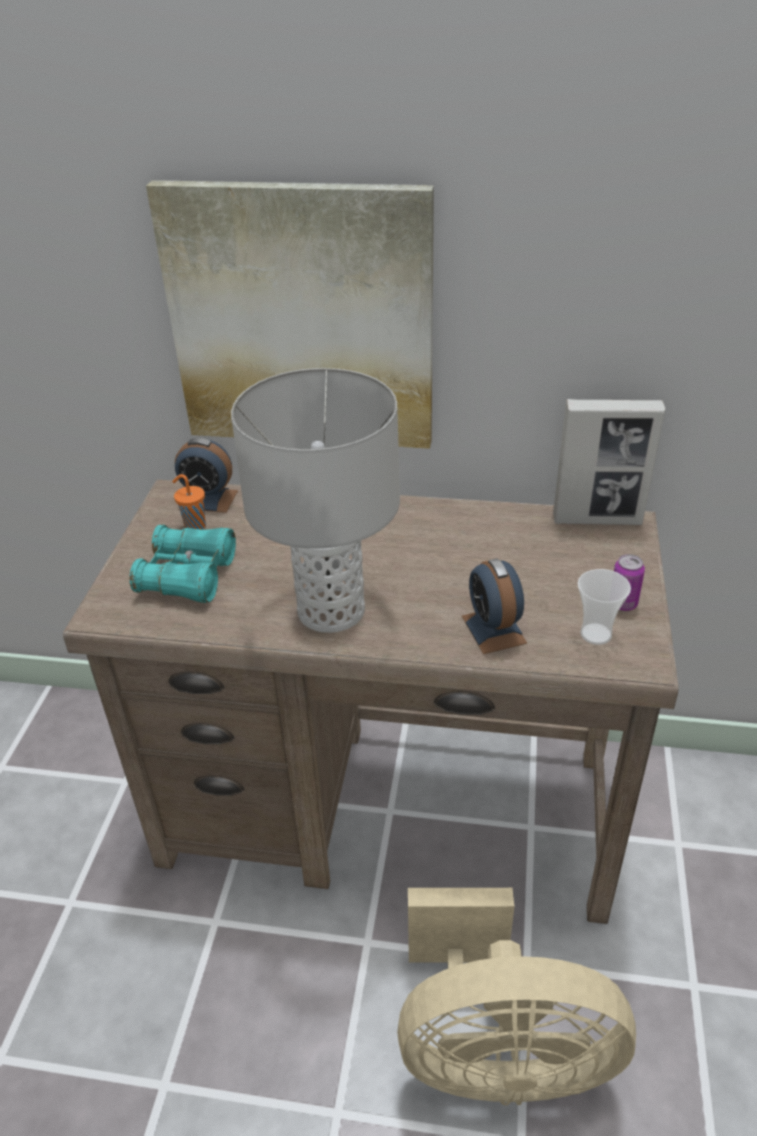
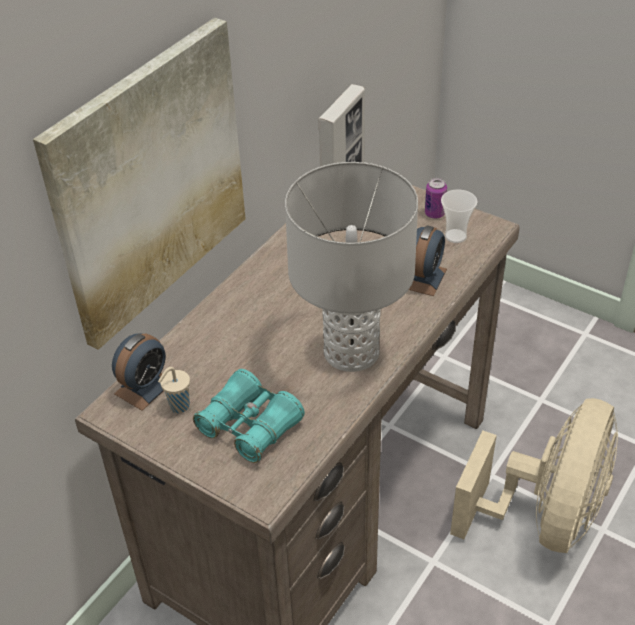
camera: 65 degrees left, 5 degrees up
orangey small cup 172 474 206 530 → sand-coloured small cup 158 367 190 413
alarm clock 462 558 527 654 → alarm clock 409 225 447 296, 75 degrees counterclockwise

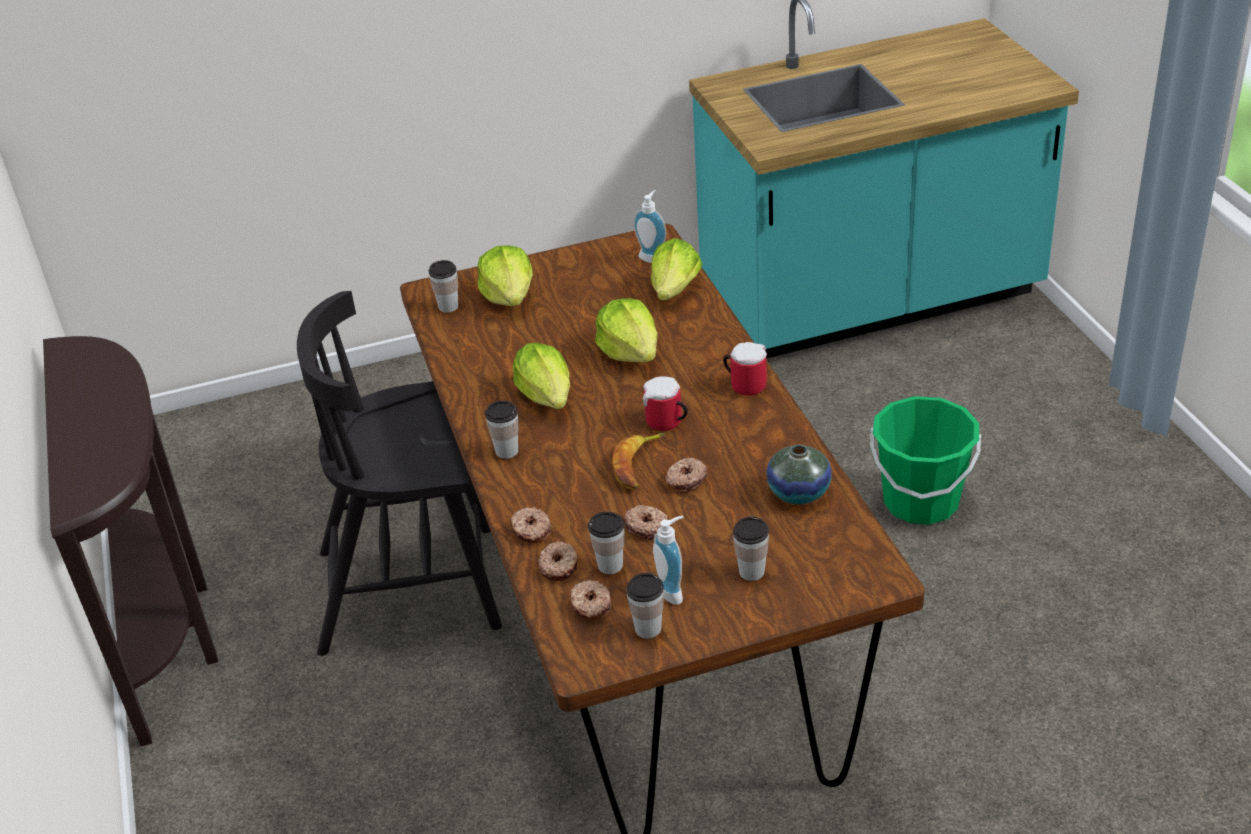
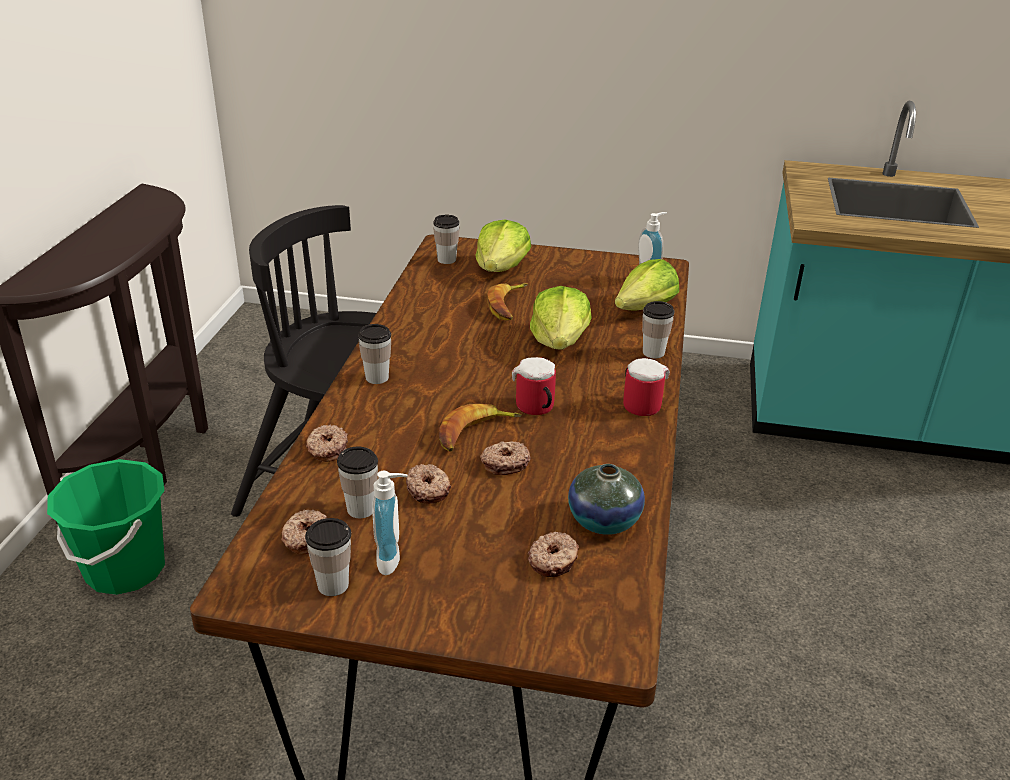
camera: 25 degrees right, 5 degrees down
lettuce 513 343 570 409 → -
donut 538 541 578 581 → donut 528 532 579 577, relocated
small cup 733 517 769 581 → small cup 642 301 675 358, relocated
green pail 870 396 981 525 → green pail 47 459 165 595, relocated
- → whole banana 487 283 528 320

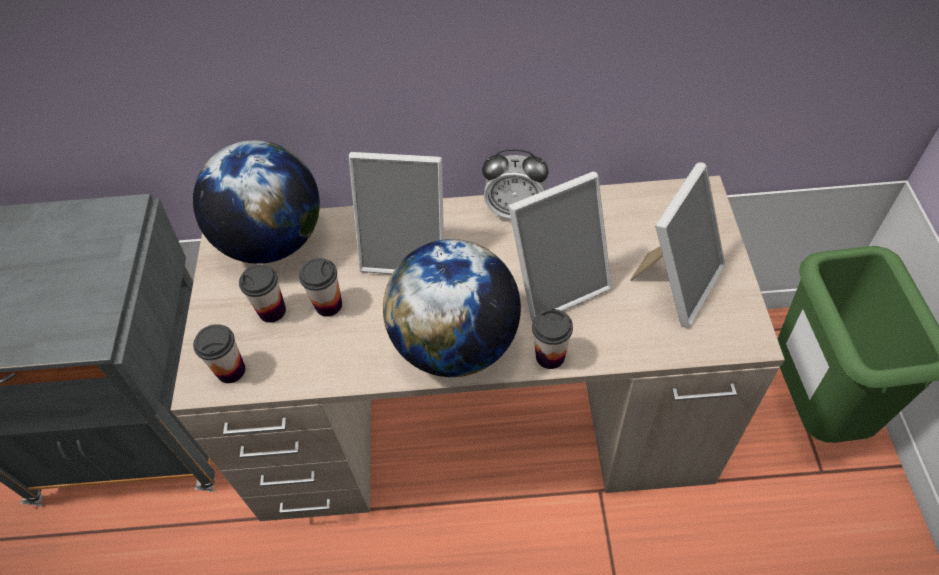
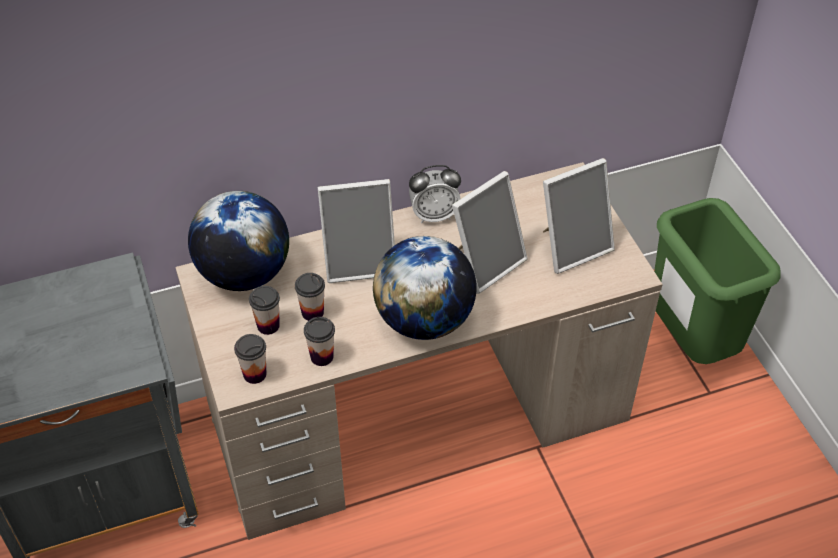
camera: 20 degrees left, 5 degrees down
small cup 532 309 573 369 → small cup 304 317 335 366, relocated
standing frame 630 162 725 328 → standing frame 543 158 615 274, 45 degrees clockwise

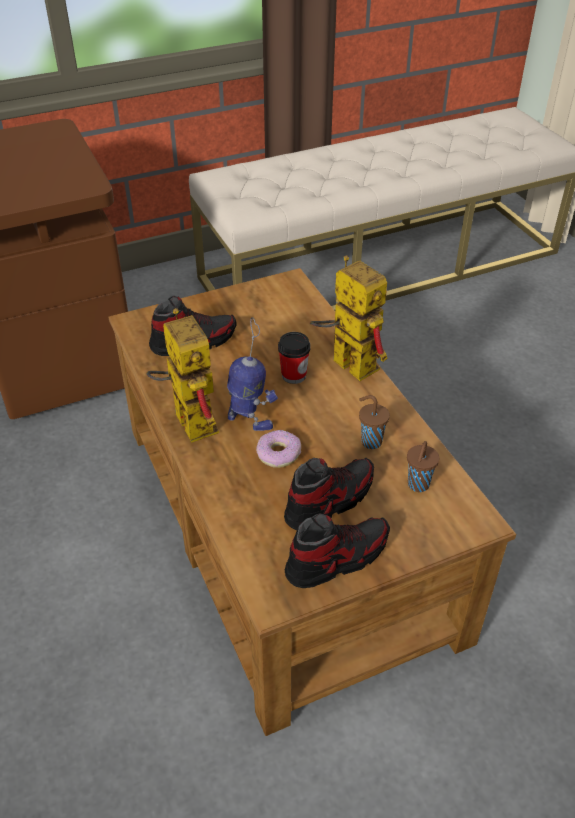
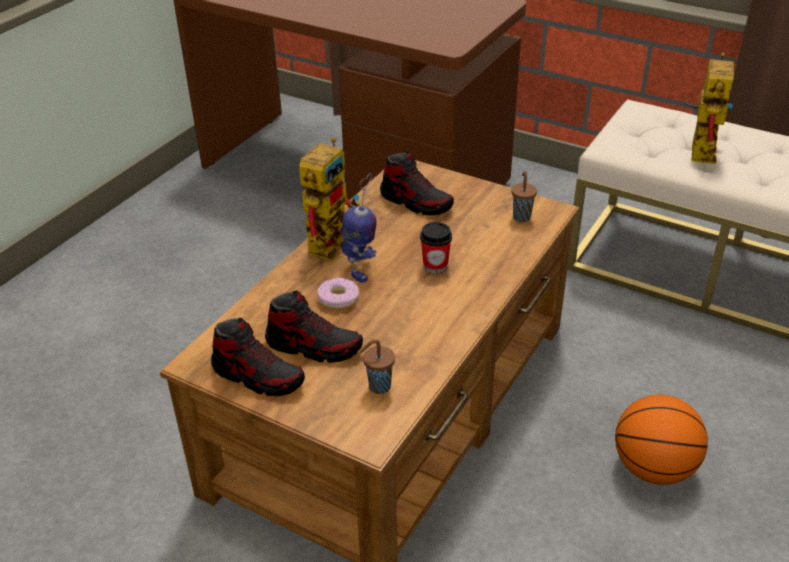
camera: 55 degrees right, 5 degrees down
robot figure 310 256 388 381 → robot figure 684 52 734 164, relocated
brown-coloured small cup 359 395 390 449 → brown-coloured small cup 511 171 537 222, relocated
- → basketball ball 615 395 708 485

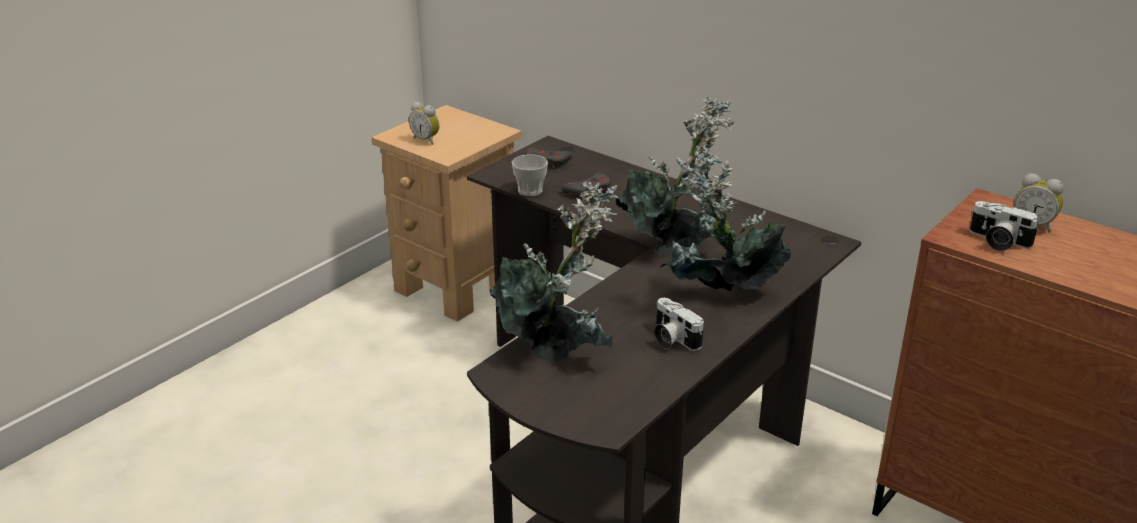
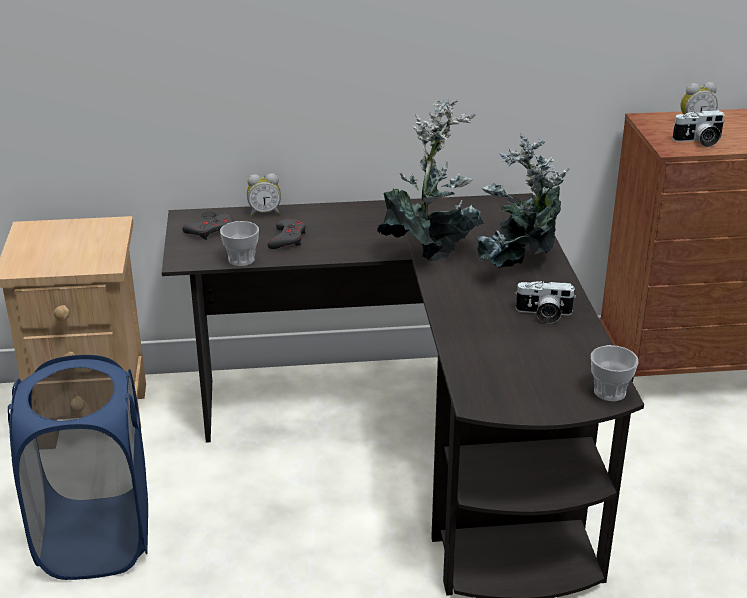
camera: 45 degrees left, 0 degrees up
alarm clock 409 102 439 145 → alarm clock 247 173 281 216, relocated
houseplant 490 181 618 363 → -
- → bluish washing basket 8 355 148 580
- → small cup 591 345 638 401

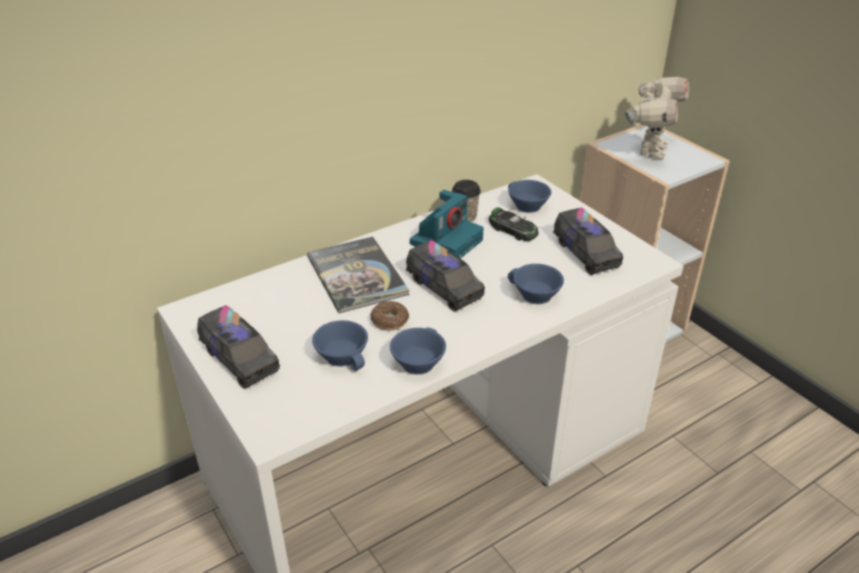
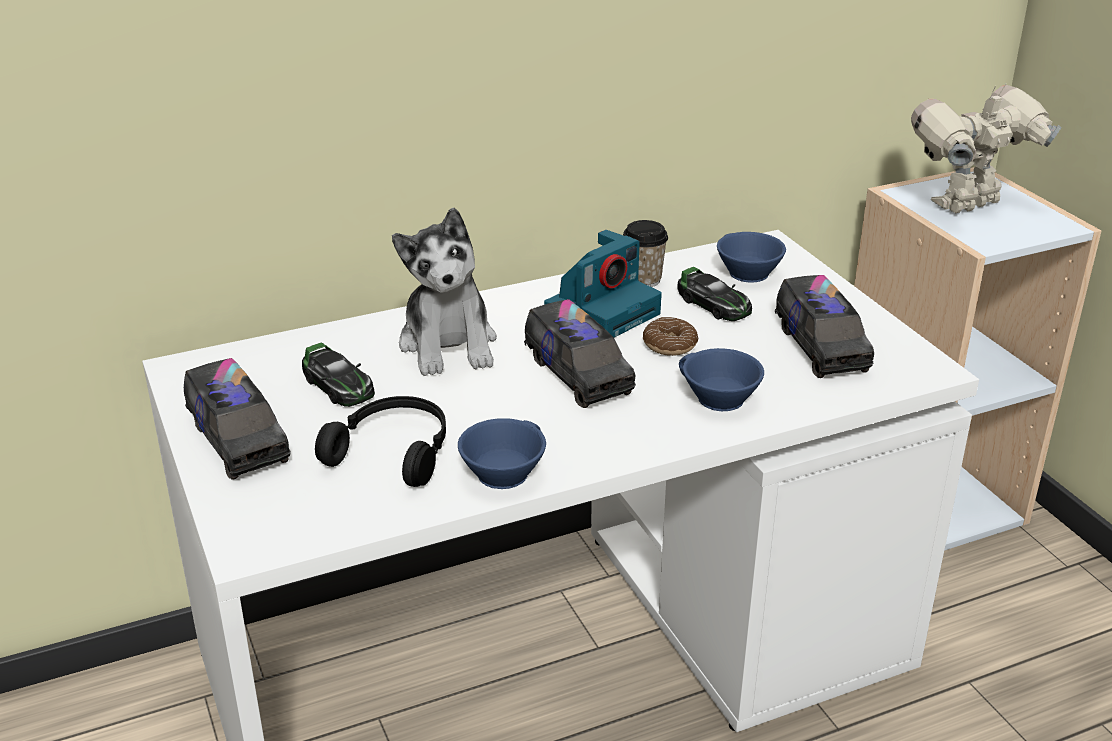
camera: 10 degrees right, 5 degrees down
book 307 237 410 313 → soft toy 392 208 497 376
bluish small cup 312 320 368 371 → black-coloured pair of headphones 315 396 446 487
donut 371 301 409 330 → donut 643 317 698 356, relocated
robot figure 625 73 689 159 → robot figure 911 84 1061 213, 150 degrees counterclockwise
- → toy car 302 343 375 407

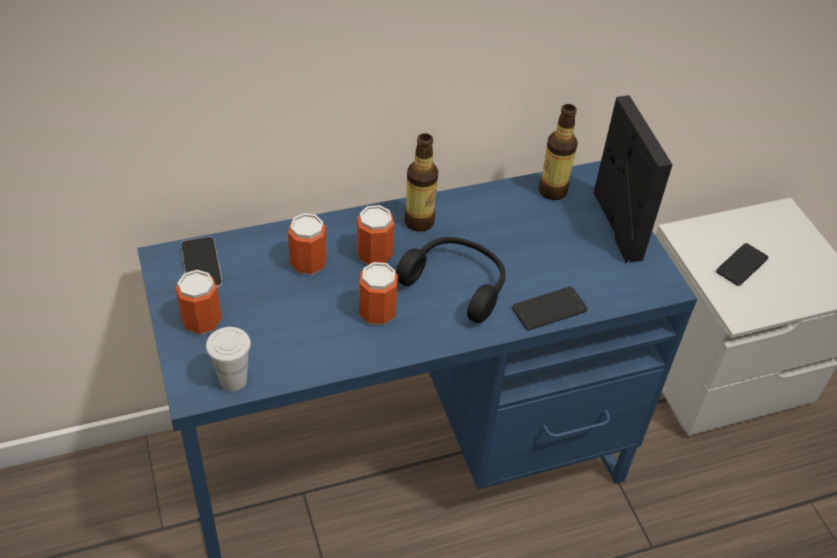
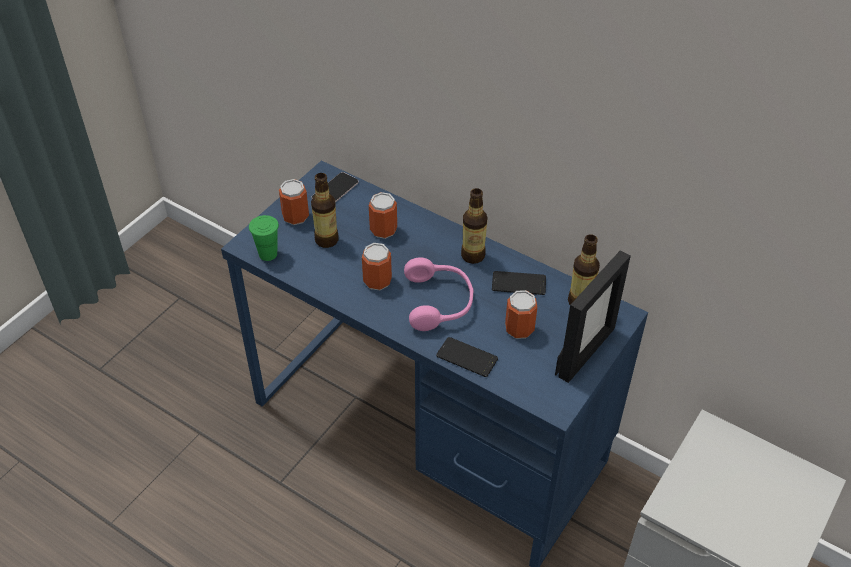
camera: 55 degrees right, 0 degrees up
white-coloured small cup 206 327 251 392 → green small cup 249 215 279 261
can 357 205 394 265 → can 505 290 537 339, relocated
black-coloured pair of headphones 396 237 506 323 → pink pair of headphones 404 257 474 331
handset 716 243 769 286 → handset 492 271 546 295, relocated
- → beverage bottle 311 173 339 248

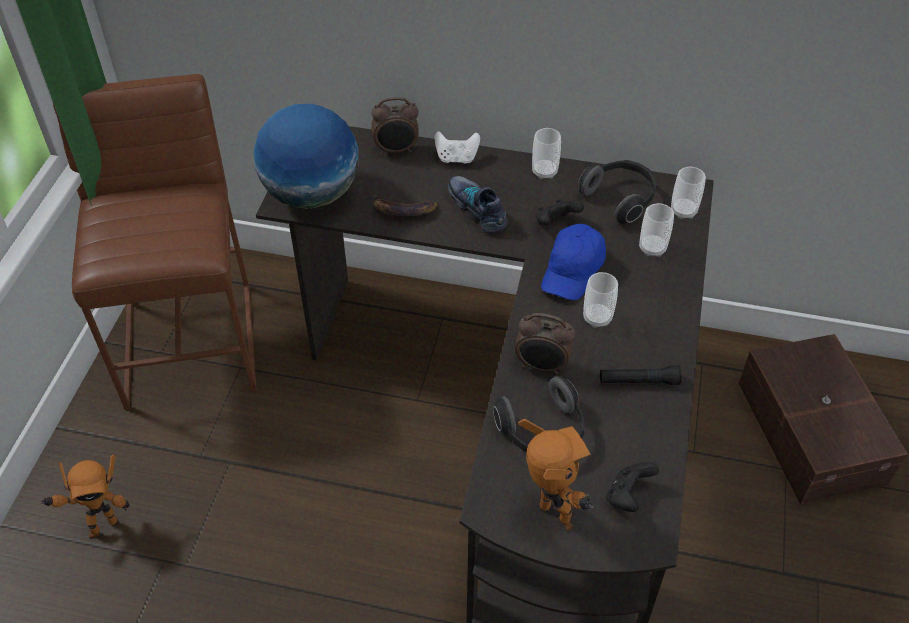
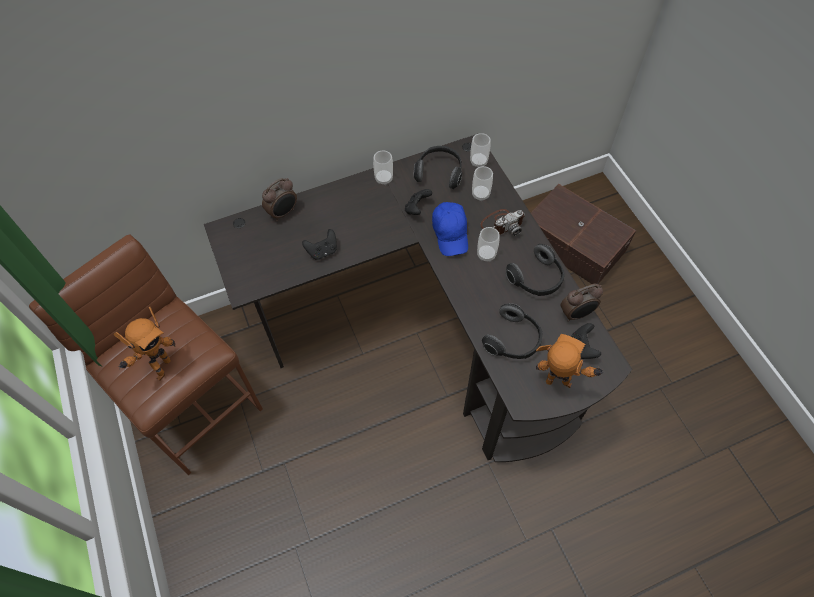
camera: 35 degrees left, 10 degrees up
robot figure 40 455 130 538 → robot figure 114 307 175 380, relocated
desk globe 253 104 359 209 → -
whole banana 374 195 437 216 → black-coloured game controller 302 229 337 260
white-coloured game controller 434 131 480 164 → -
shoe 448 176 508 234 → -
alarm clock 515 313 575 375 → alarm clock 560 284 603 322, relocated
black-coloured hand torch 600 365 682 385 → pair of headphones 506 244 565 296
- → still camera 481 209 525 236

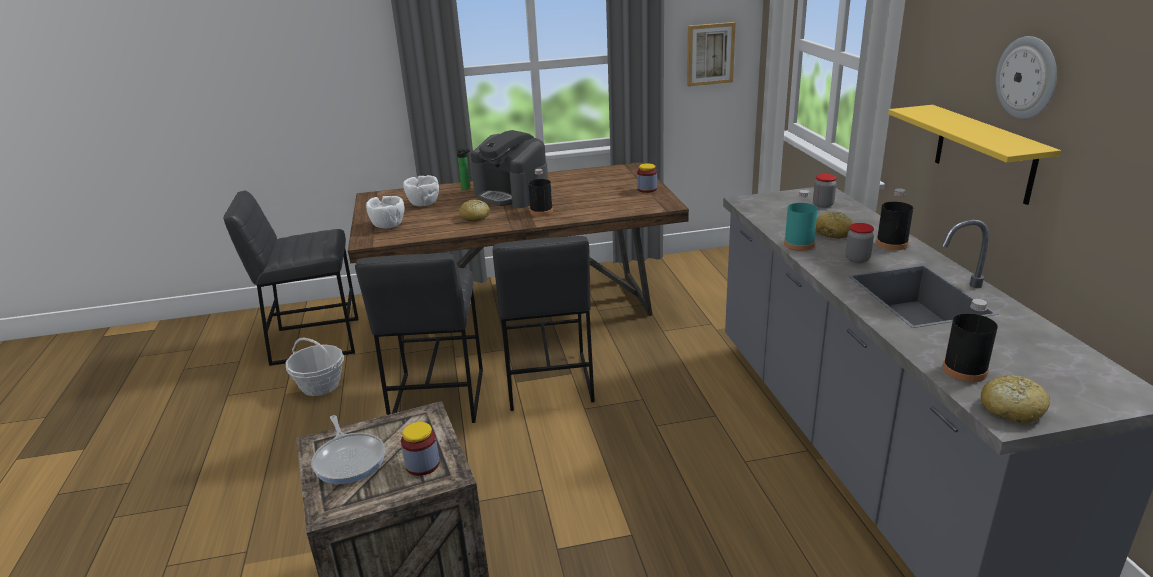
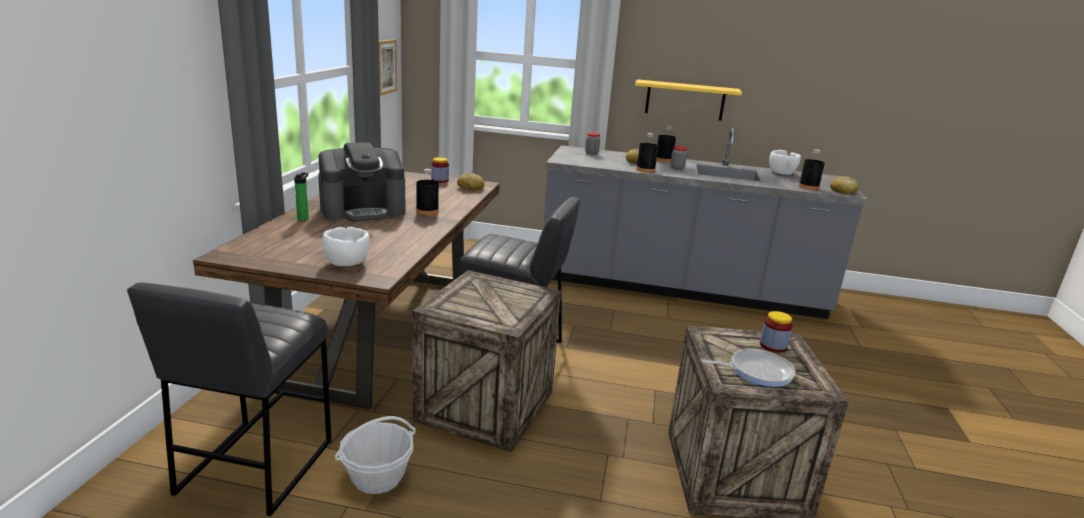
camera: 70 degrees left, 5 degrees down
grey stool seat 355 253 483 423 → packing crate 412 270 561 452
white-coloured bowl 403 175 439 207 → white-coloured bowl 769 150 801 175, relocated
bakery bread 460 199 490 221 → bakery bread 457 173 485 190, relocated
turquoise beverage bottle 784 190 818 251 → black-coloured beverage bottle 636 133 658 173
wall clock 996 36 1057 119 → -

